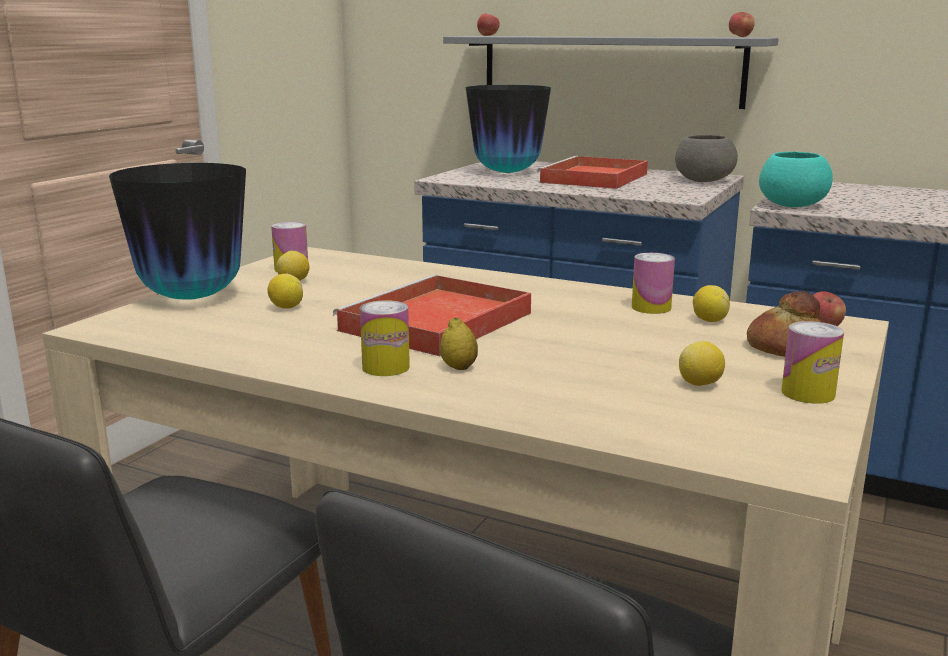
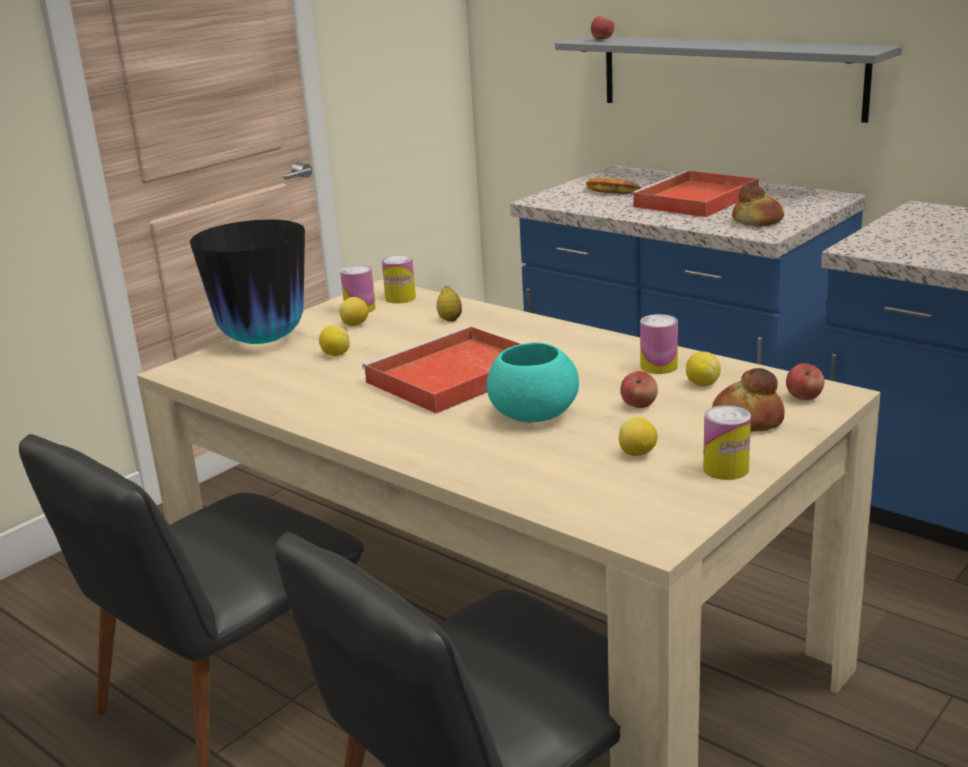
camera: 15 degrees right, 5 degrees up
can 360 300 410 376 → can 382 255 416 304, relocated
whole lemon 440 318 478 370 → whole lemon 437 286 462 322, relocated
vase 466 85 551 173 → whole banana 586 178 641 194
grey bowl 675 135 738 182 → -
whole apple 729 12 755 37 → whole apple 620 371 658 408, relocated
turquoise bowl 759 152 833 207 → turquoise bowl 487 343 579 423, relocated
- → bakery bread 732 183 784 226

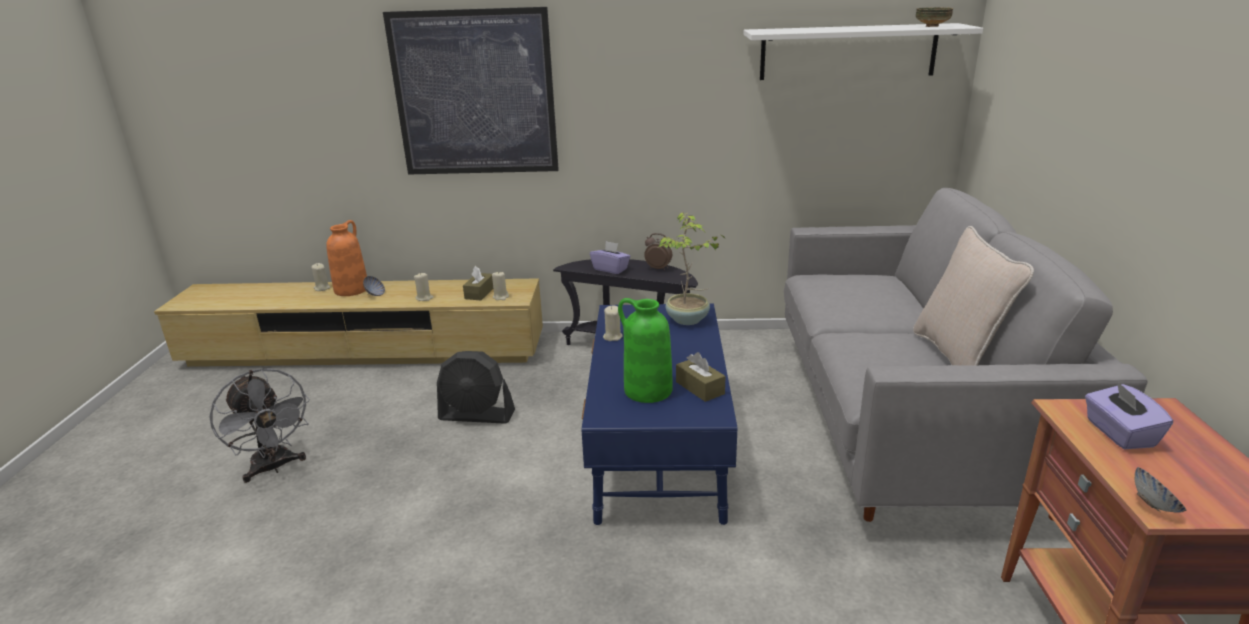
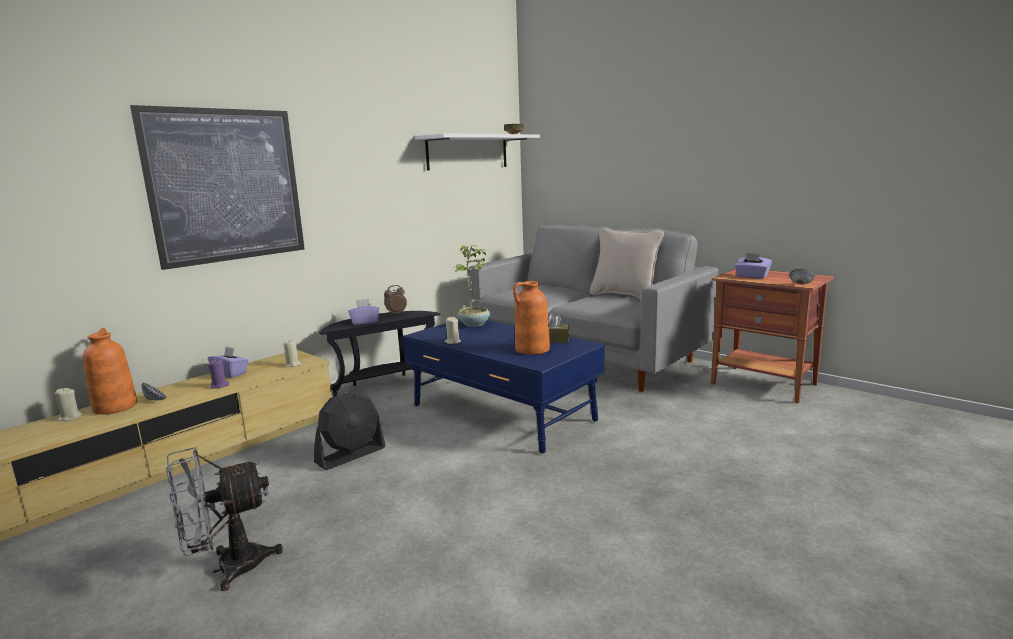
camera: 50 degrees left, 10 degrees down
grey electric fan 209 368 310 483 → grey electric fan 166 447 283 591, 150 degrees clockwise
sand-coloured wax light 414 272 434 301 → purple-coloured wax light 208 359 229 388
brown-coloured tissue box 463 266 493 300 → -
green vase 618 298 673 403 → orangey vase 513 281 550 355
- → purple-coloured tissue box 208 346 248 378

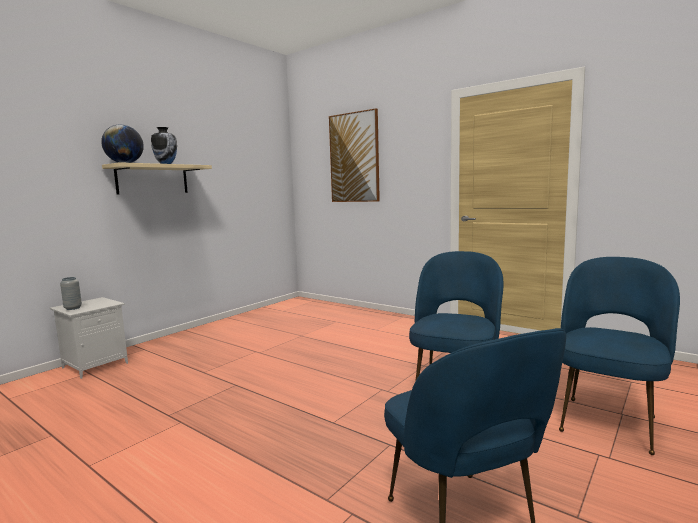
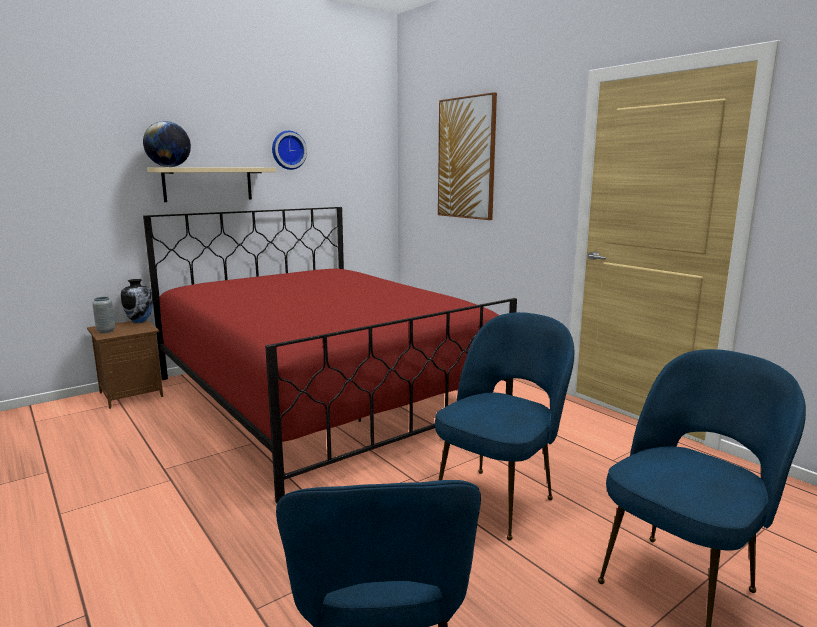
camera: 15 degrees right, 5 degrees up
grey nightstand 50 297 128 379 → brown-coloured nightstand 87 320 163 409
vase 151 127 177 164 → vase 121 279 153 323, relocated
- → red bedroom bed 143 207 517 503
- → wall clock 272 131 307 170

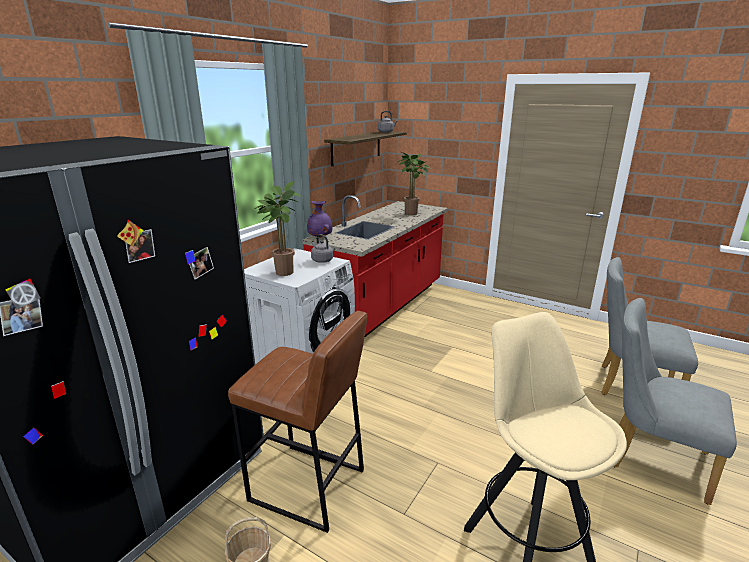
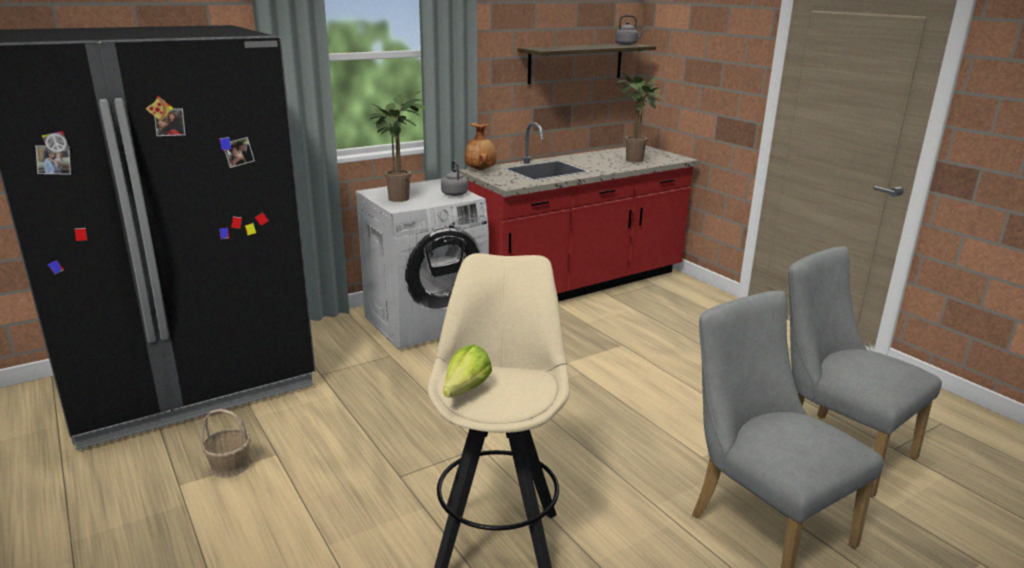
camera: 25 degrees right, 0 degrees up
brown-coloured stool seat 228 311 368 533 → -
purple-coloured vase 307 201 332 238 → brown-coloured vase 465 123 497 171
- → lettuce 443 344 492 397

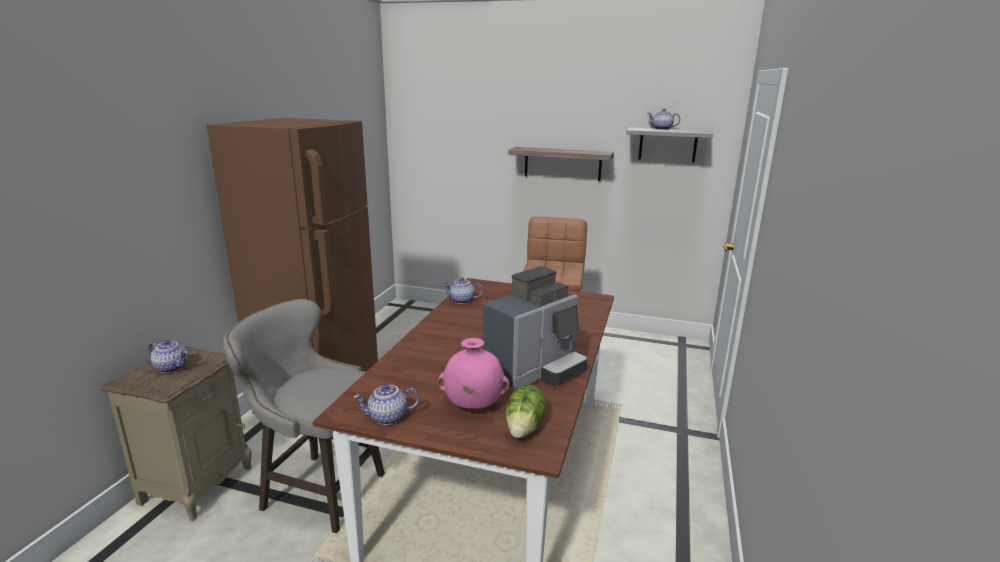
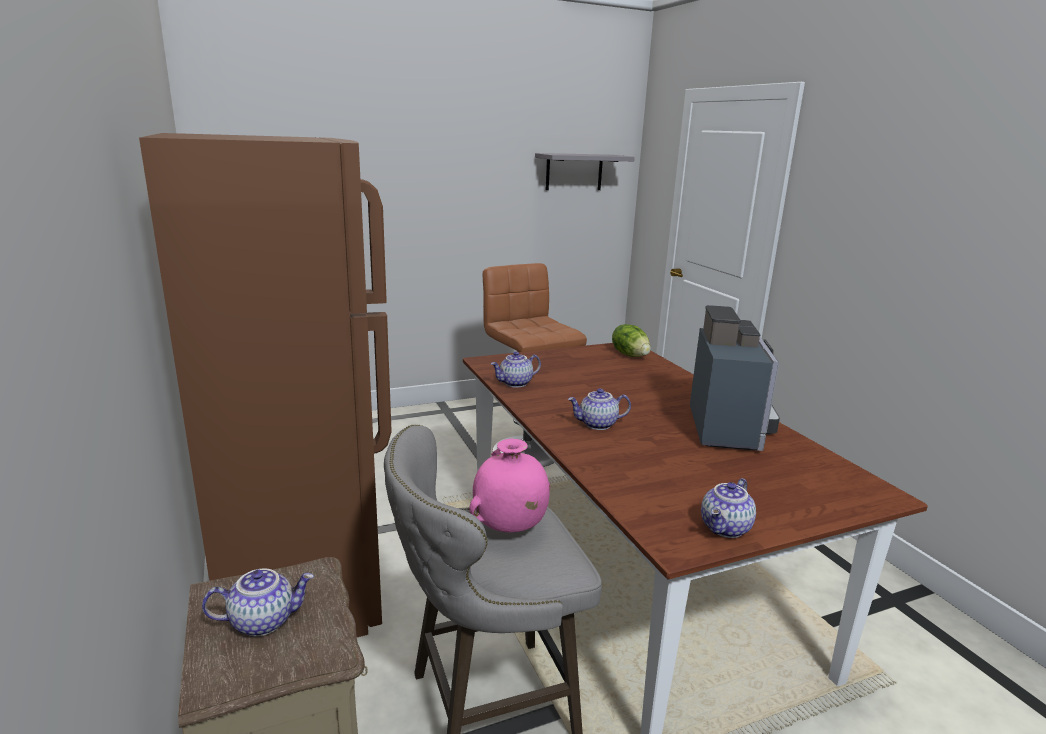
camera: 40 degrees left, 0 degrees up
pink vase 438 338 509 409 → pink vase 469 439 550 532, relocated
lettuce 505 385 546 438 → lettuce 612 324 651 357, relocated
shelf 508 147 614 181 → -
tea pot 647 109 680 130 → tea pot 568 388 631 430, relocated

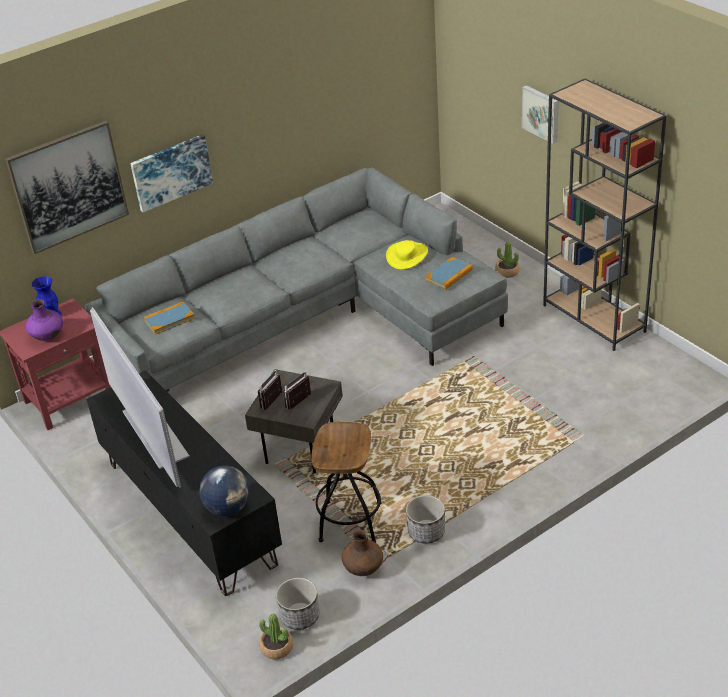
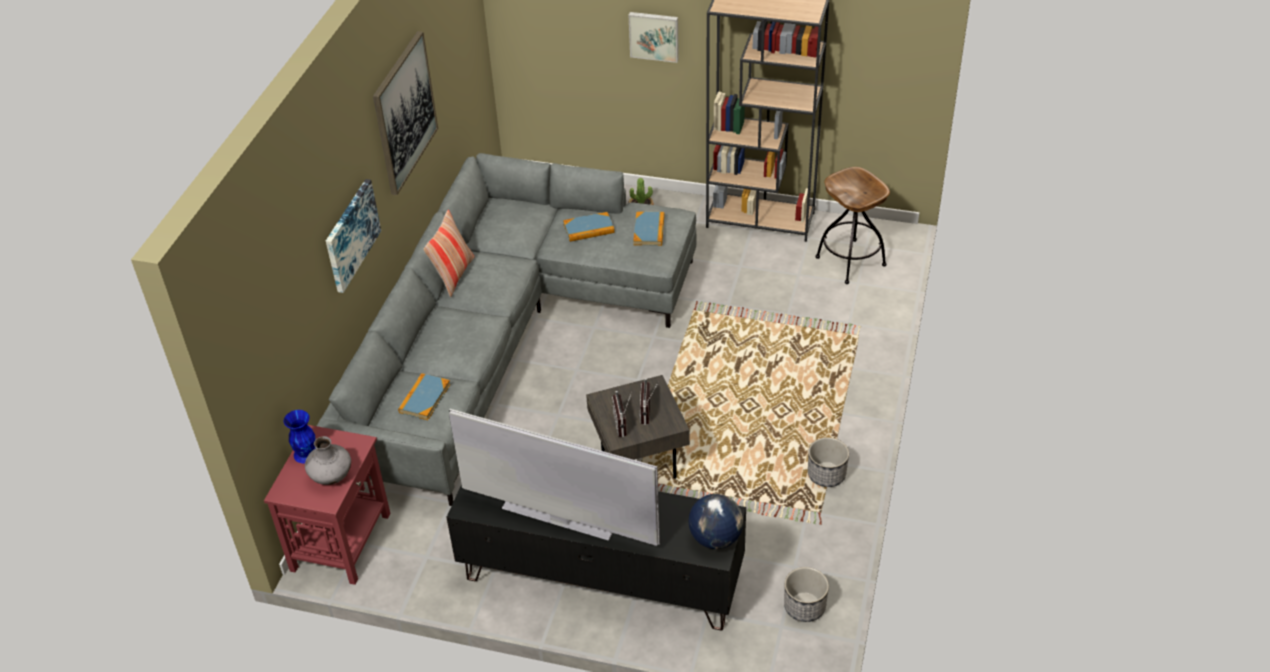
camera: 40 degrees left, 5 degrees up
picture 5 121 129 254 → picture 373 31 438 195, relocated
purple-coloured vase 26 299 63 341 → grey vase 305 436 351 485
houseplant 259 614 293 659 → -
brown-coloured stool seat 311 422 381 543 → brown-coloured stool seat 816 167 890 284, relocated
brown-coloured vase 342 530 383 576 → -
yellow-coloured clothing hat 386 240 428 270 → book 563 212 615 242
- → cushion 423 210 474 297

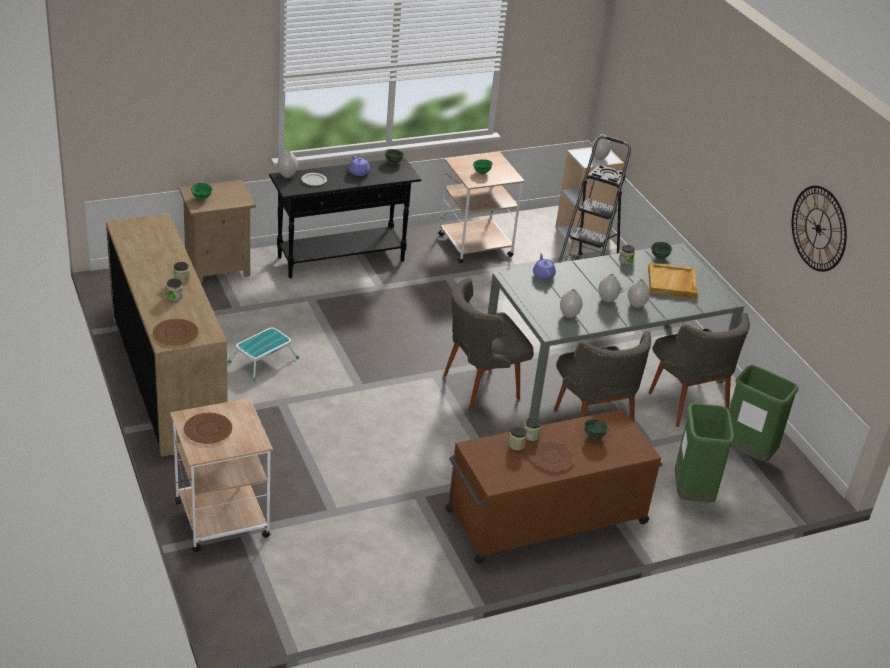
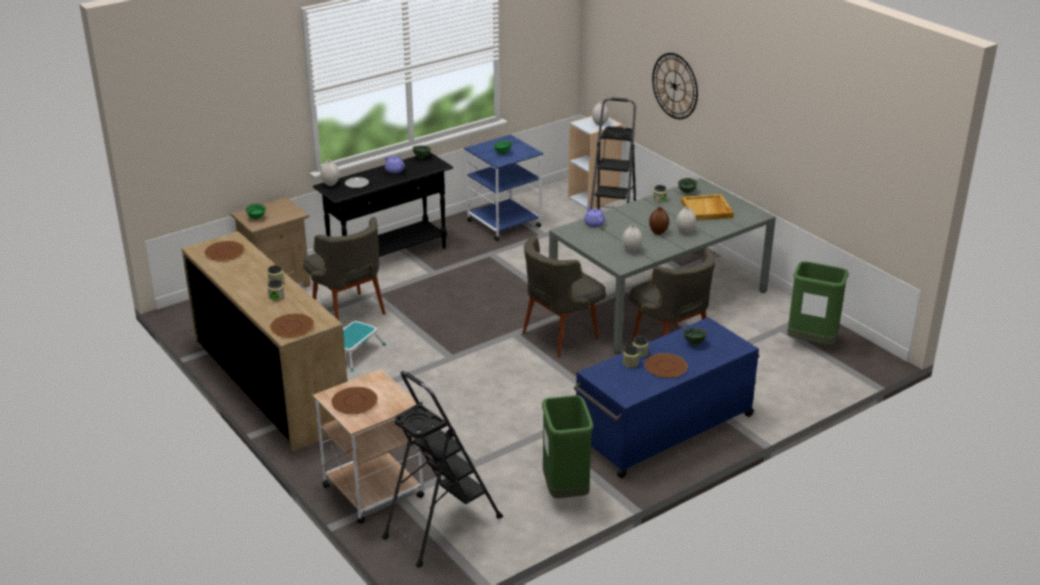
camera: 10 degrees left, 5 degrees down
sand-coloured trolley 438 152 525 263 → bluish trolley 464 134 543 241
brown-coloured cupboard 445 409 663 564 → bluish cupboard 574 317 759 478
white-coloured vase 598 273 621 302 → brown-coloured vase 649 207 669 235
grey plain chair 649 313 750 427 → grey plain chair 303 217 386 320, relocated
green waste bin 675 403 734 502 → green waste bin 542 395 593 498, relocated
wall clock 792 186 847 272 → wall clock 652 53 698 119, relocated
- → brown-coloured dinner plate 205 241 245 261
- → step ladder 382 371 503 568

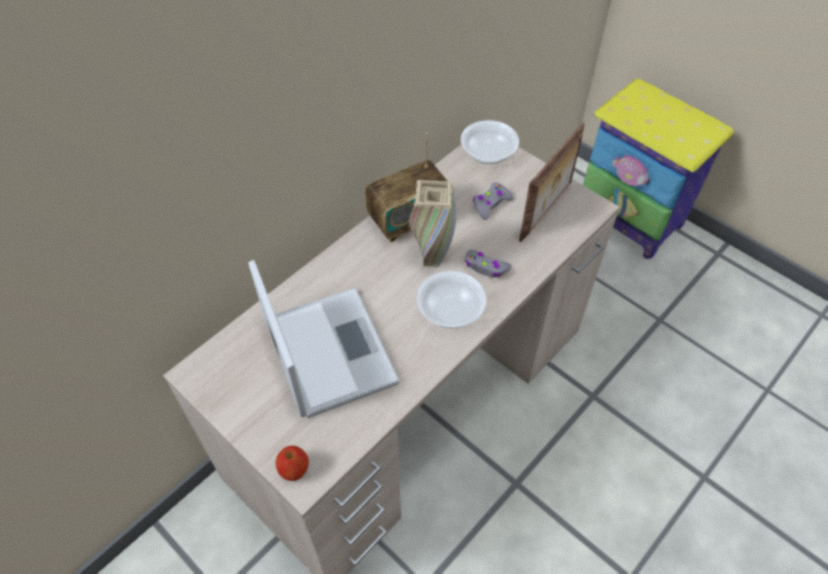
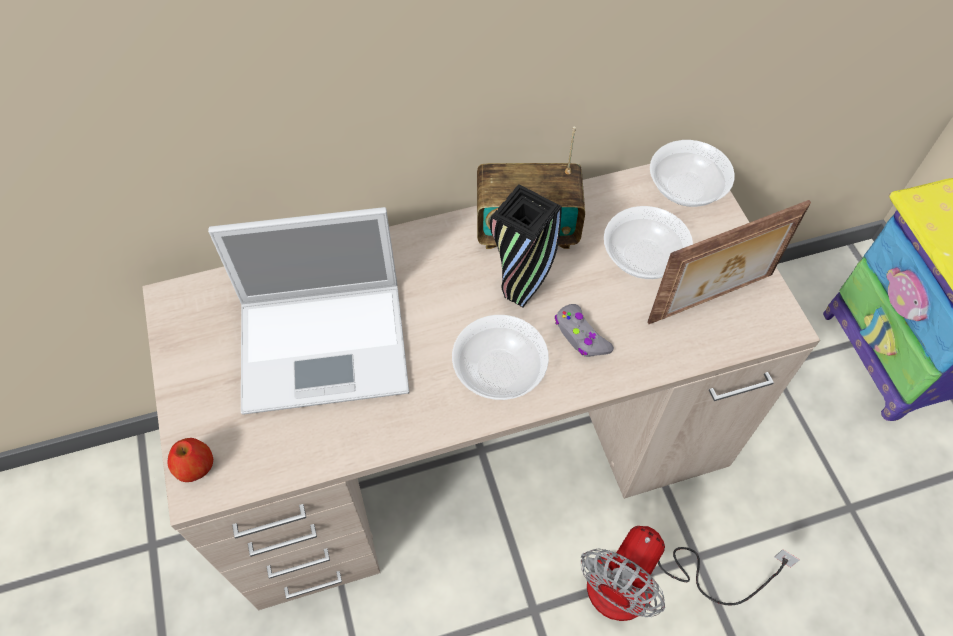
camera: 30 degrees right, 5 degrees up
notebook computer 248 260 399 418 → notebook computer 208 207 409 415, 75 degrees clockwise
sand-coloured vase 409 180 457 267 → black-coloured vase 490 184 561 307
grey game controller 473 182 513 220 → bowl 604 206 693 279
- → electric fan 581 526 800 621

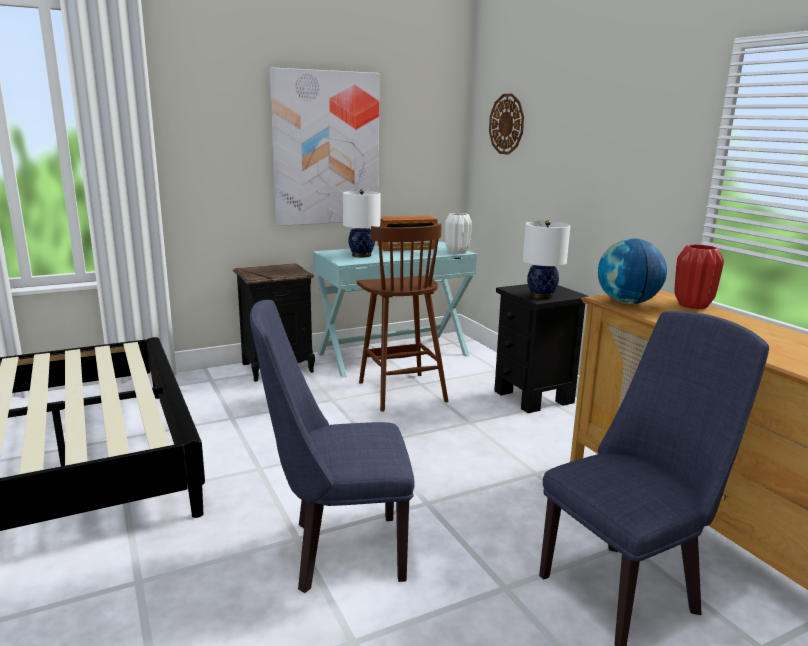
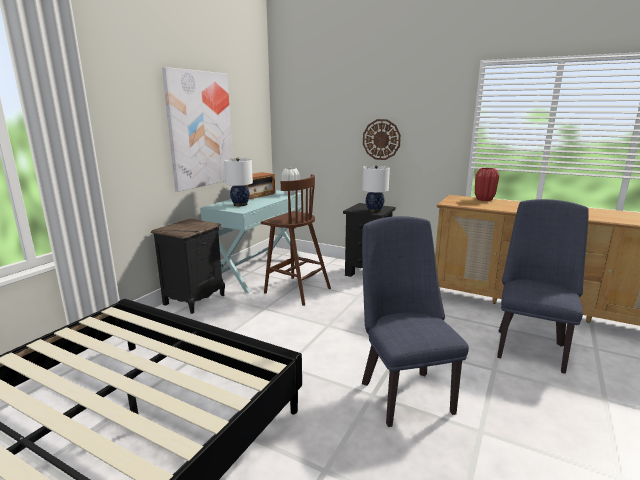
camera: 35 degrees left, 0 degrees up
bluish plain chair 250 300 415 593 → bluish plain chair 362 216 469 427, 120 degrees clockwise
wall clock 489 94 524 155 → wall clock 363 119 401 160, relocated
desk globe 598 239 667 304 → -

